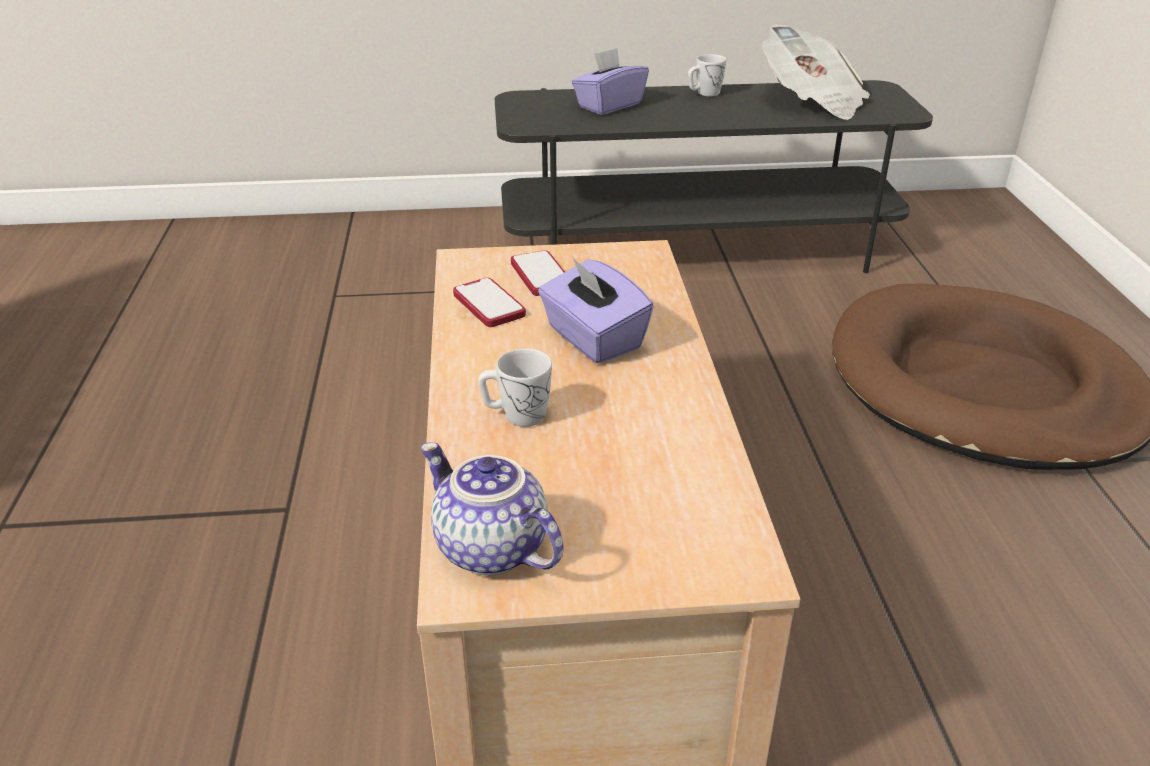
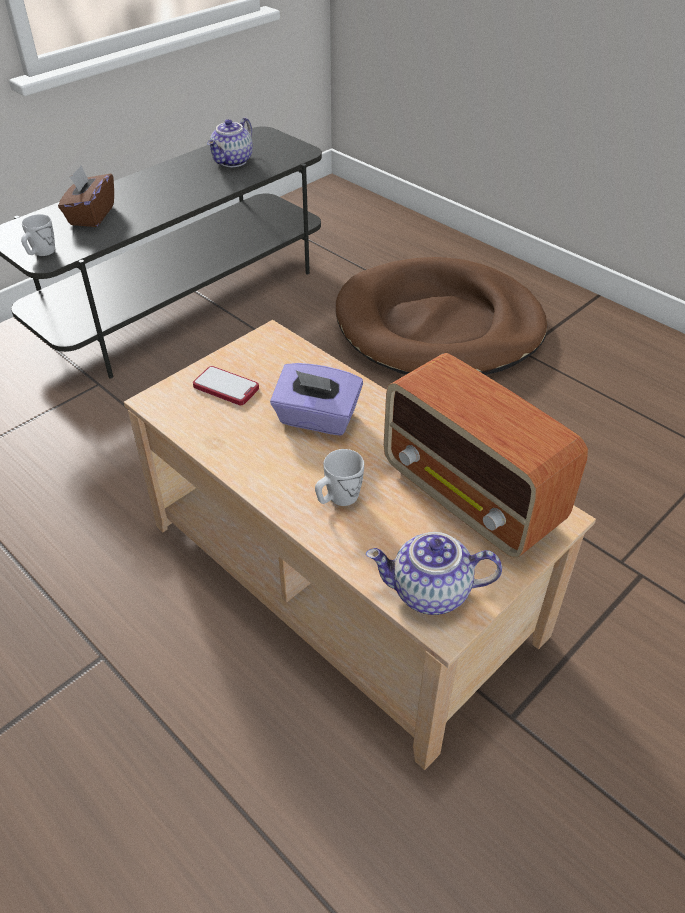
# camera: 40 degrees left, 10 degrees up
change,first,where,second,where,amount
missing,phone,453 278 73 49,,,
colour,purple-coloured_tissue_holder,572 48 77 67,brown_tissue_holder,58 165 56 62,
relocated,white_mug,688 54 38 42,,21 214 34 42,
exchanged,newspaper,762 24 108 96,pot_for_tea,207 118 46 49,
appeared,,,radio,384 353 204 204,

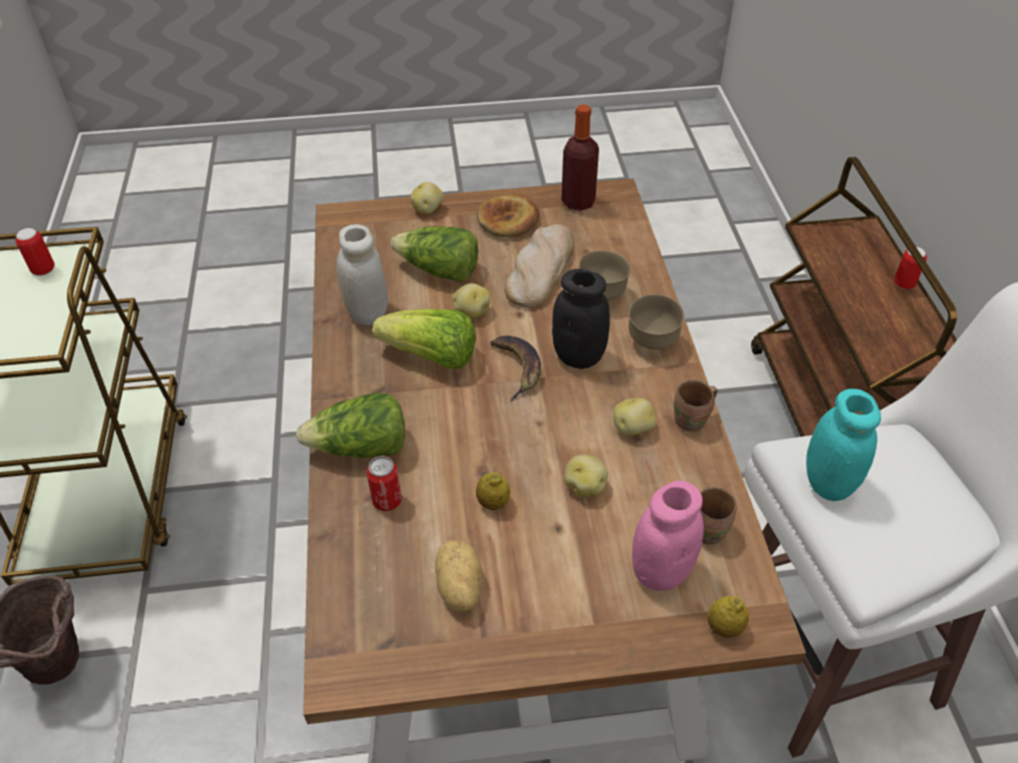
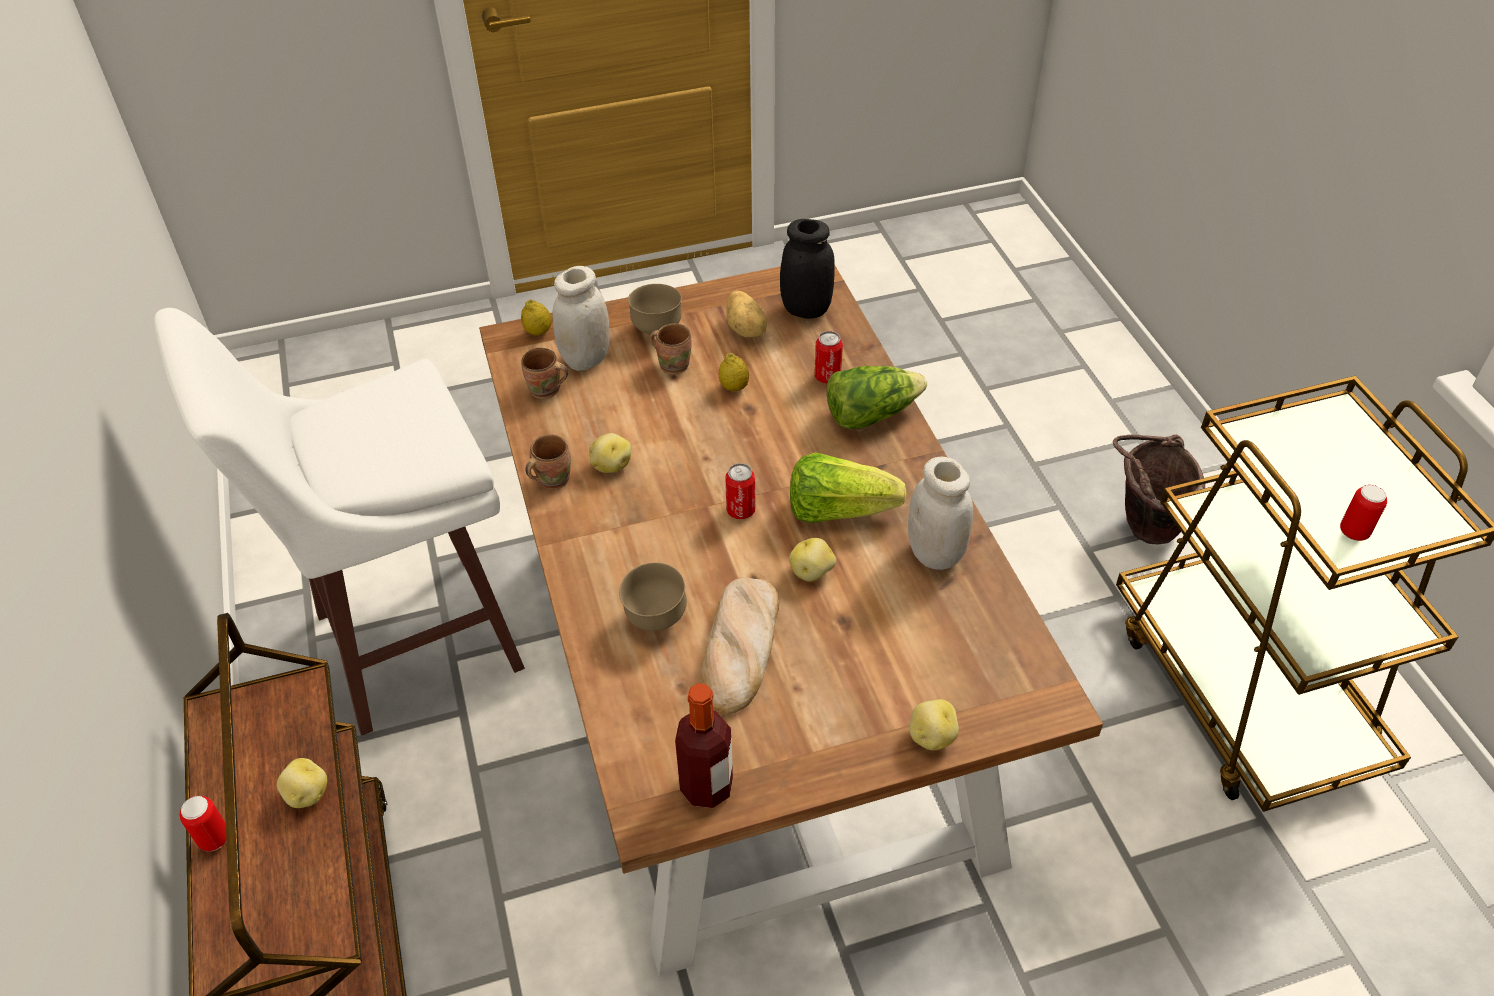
# camera: 170 degrees right, 0 degrees up
change,first,where,second,where,amount
missing,head_of_lettuce,391 226 87 56,,,
missing,bakery_bread,477 195 63 42,,,
exchanged,banana,491 336 50 65,can,725 463 31 56,
relocated,black_preserve_jar,552 269 58 100,,780 219 55 100,
relocated,spud,564 455 44 42,,277 758 50 50,
relocated,brown_serving_bowl,629 294 55 56,,628 284 54 53,
colour,pink_preserve_jar,632 481 72 110,white_preserve_jar,552 266 58 105,
missing,turquoise-coloured_preserve_jar,806 389 75 112,,,
appeared,,,brown_mug,650 323 42 51,

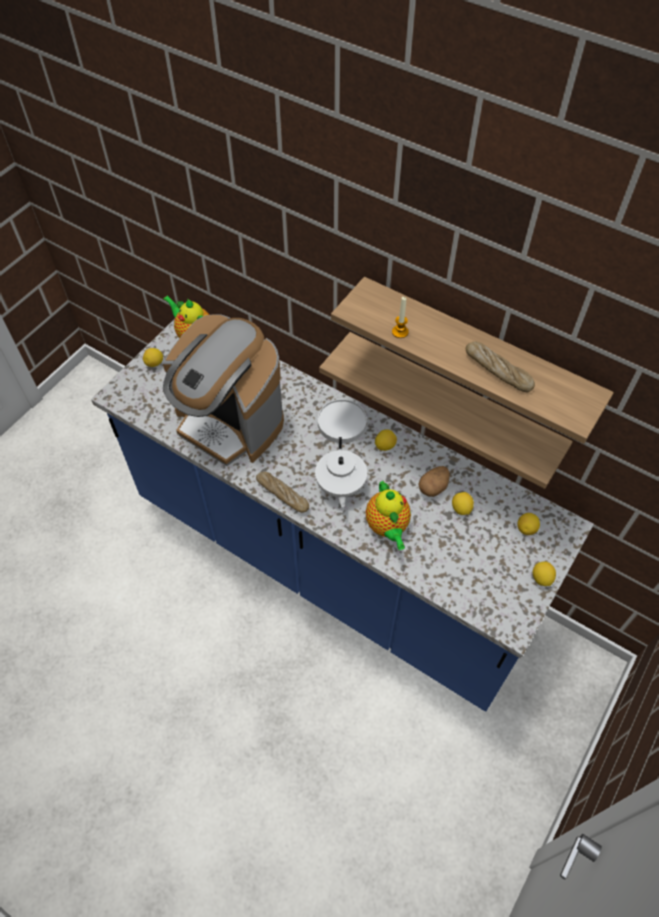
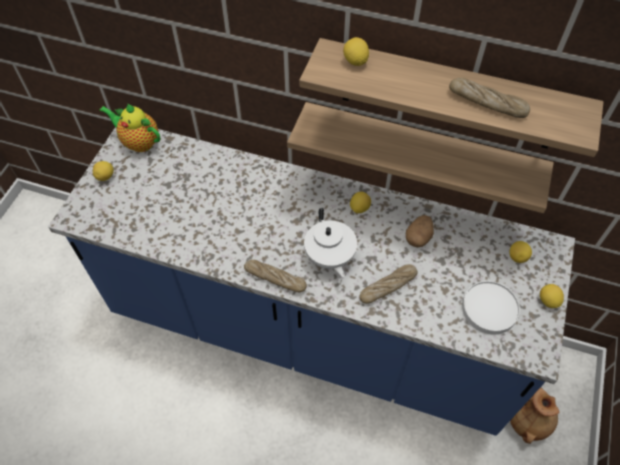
# camera: 15 degrees left, 0 degrees up
change,first,where,second,where,amount
missing,coffee_maker,163 314 121 152,,,
relocated,white_flat_dish,318 399 49 44,,462 281 58 53,
exchanged,pot_for_tea,366 481 45 69,bakery_bread,360 264 57 40,
missing,wax_candle,392 297 17 41,,,
relocated,citrus_fruit,452 492 22 23,,343 37 26 29,
appeared,,,brown_decorative_vase,510 387 49 57,

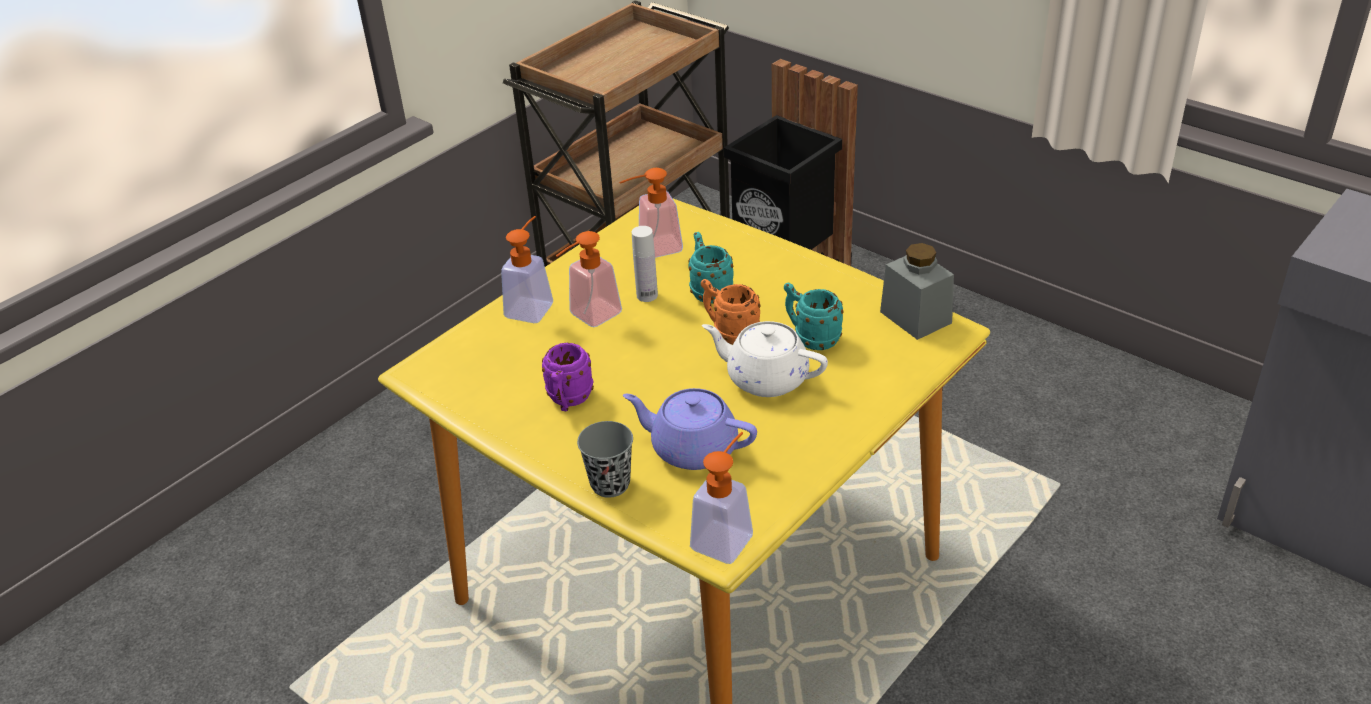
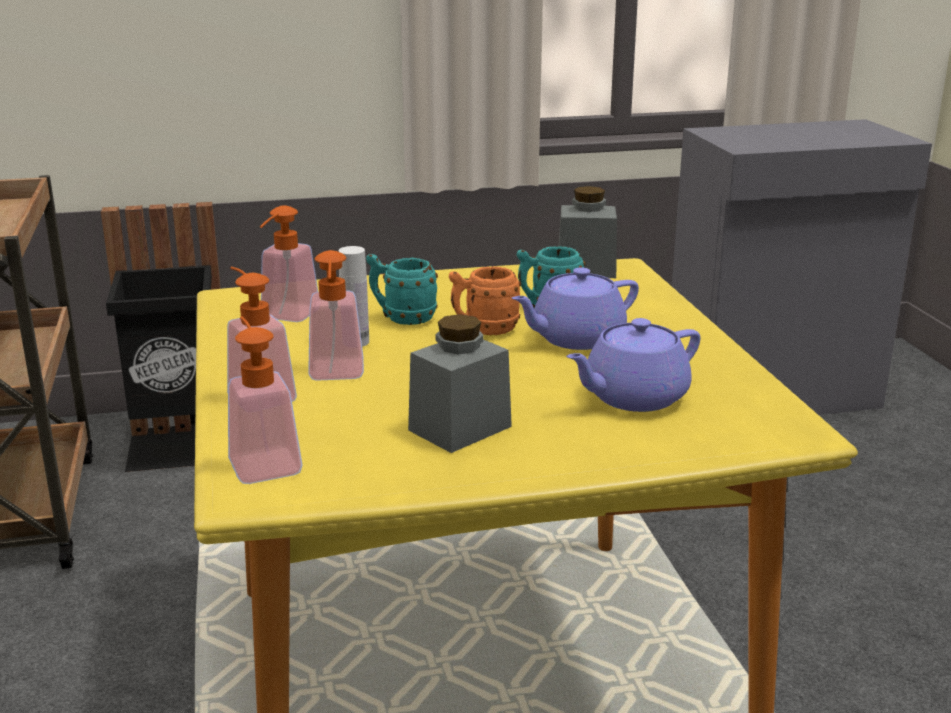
# camera: 55 degrees left, 15 degrees down
change,first,where,second,where,amount
exchanged,purple-coloured_mug,542 343 52 68,gray_preserve_jar,408 314 104 139,
missing,gray_cup,577 421 56 77,,,
relocated,soap_bottle,690 432 63 132,,228 316 74 168,
colour,white_pot_for_tea,702 321 126 76,purple-coloured_pot_for_tea,512 267 127 83,

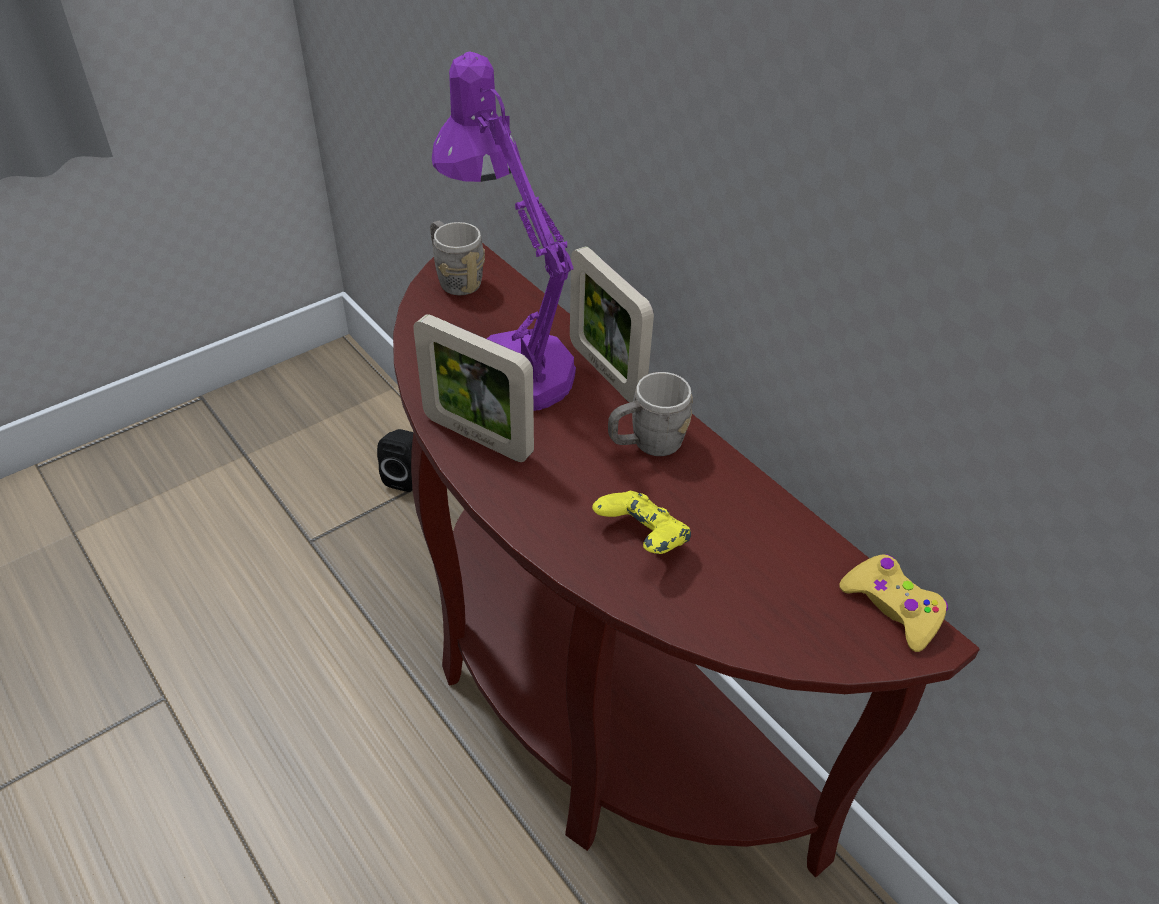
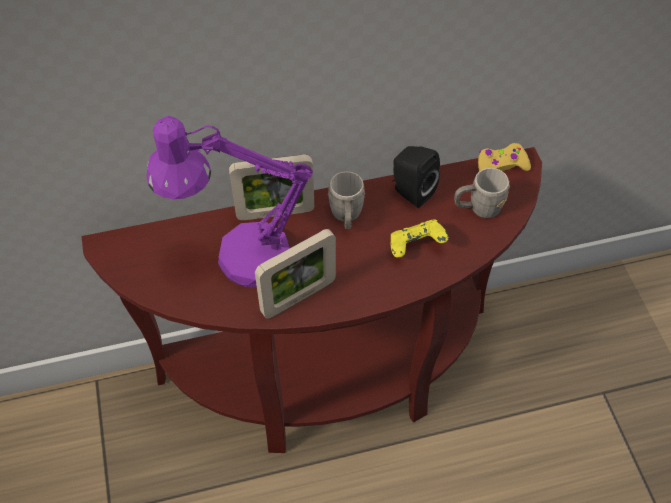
# camera: 65 degrees left, 10 degrees up
change,first,where,second,where,amount
relocated,black_loudspeaker,377 429 37 63,,392 146 48 62,
relocated,gray_mug,430 221 55 74,,454 168 56 50,

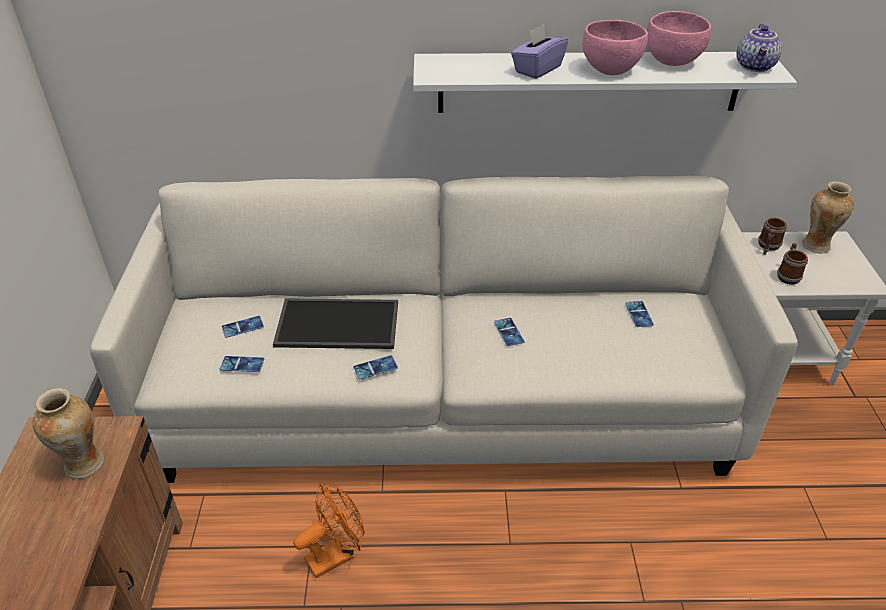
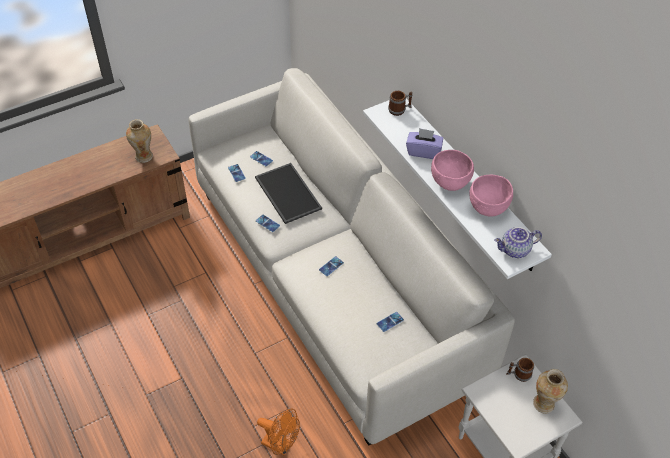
# camera: 60 degrees right, 10 degrees up
change,first,where,second,where,amount
relocated,orange-coloured_cooling_fan,293 483 72 95,,257 409 43 46,
relocated,mug,777 243 31 41,,388 91 24 25,

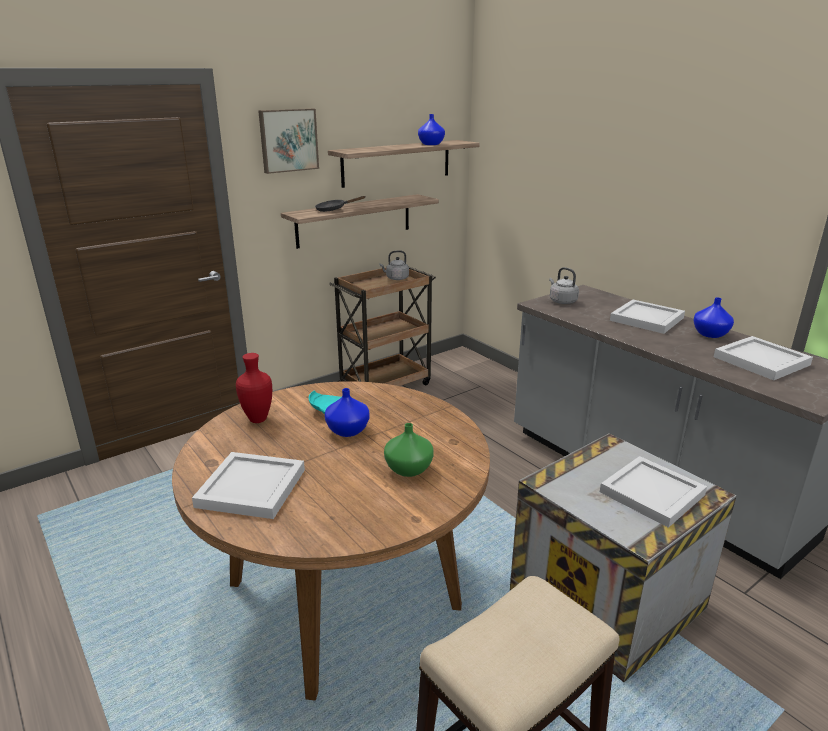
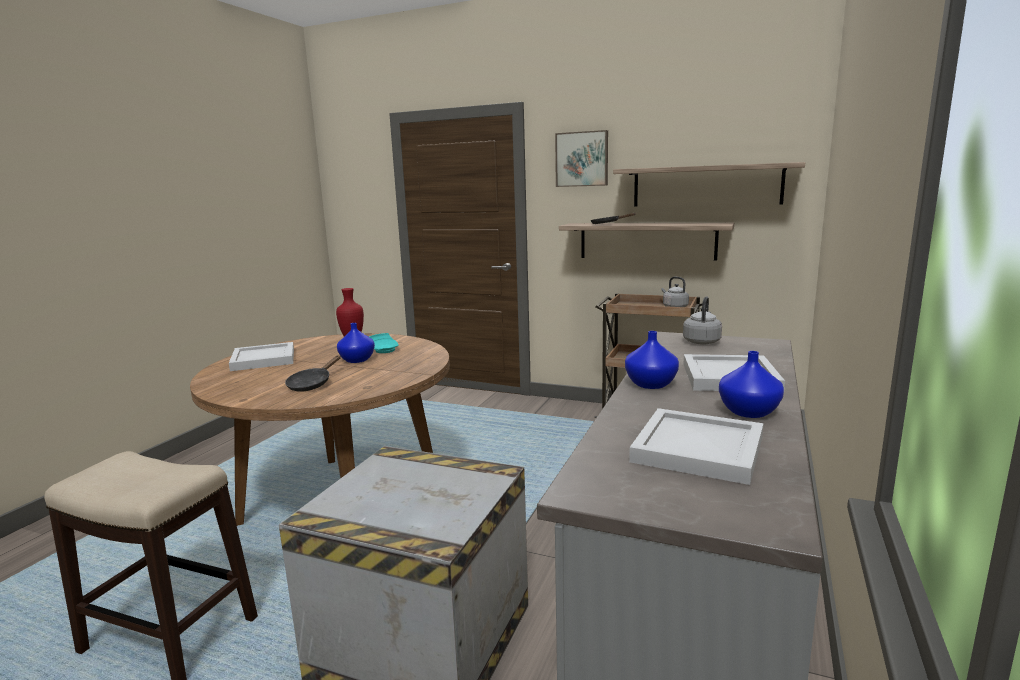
# camera: 60 degrees right, 10 degrees down
change,first,where,second,where,amount
exchanged,green-coloured_decorative_vase,384 423 50 54,black_pan,285 355 56 37,
relocated,bluish_decorative_vase,418 114 27 31,,625 331 54 58,
missing,white_serving_tray,600 456 107 72,,,

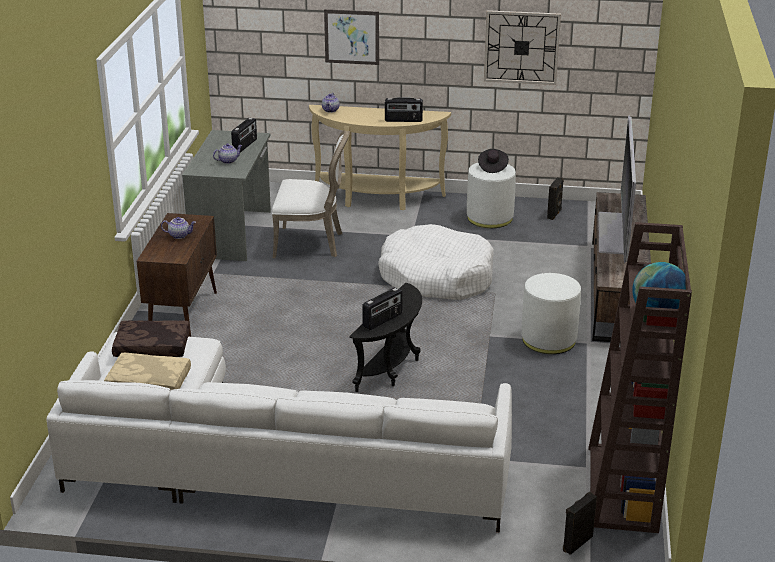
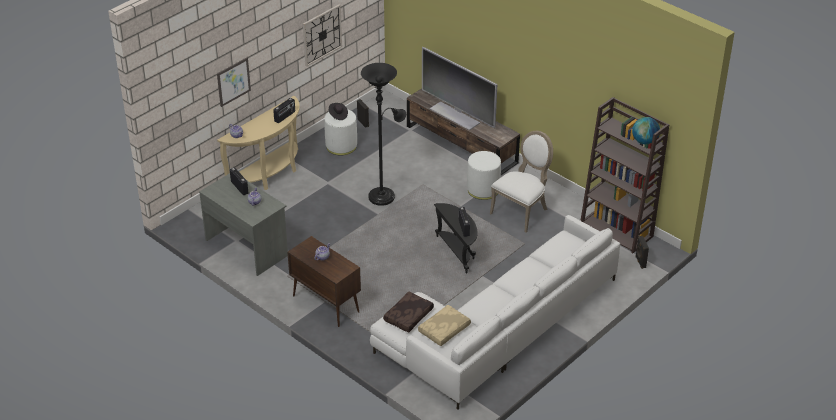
# camera: 55 degrees left, 10 degrees up
change,first,where,second,where,amount
relocated,white_chair,272 130 78 128,,490 131 63 101,
exchanged,white_pet_bed,378 224 116 76,black_floor_lamp,361 63 45 143,

